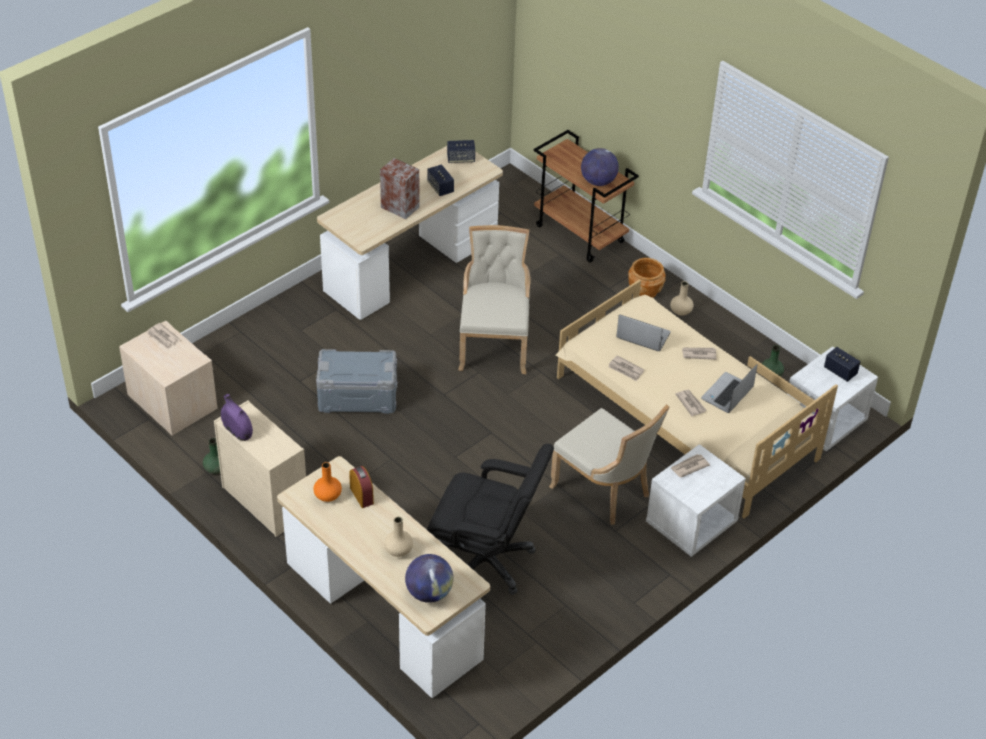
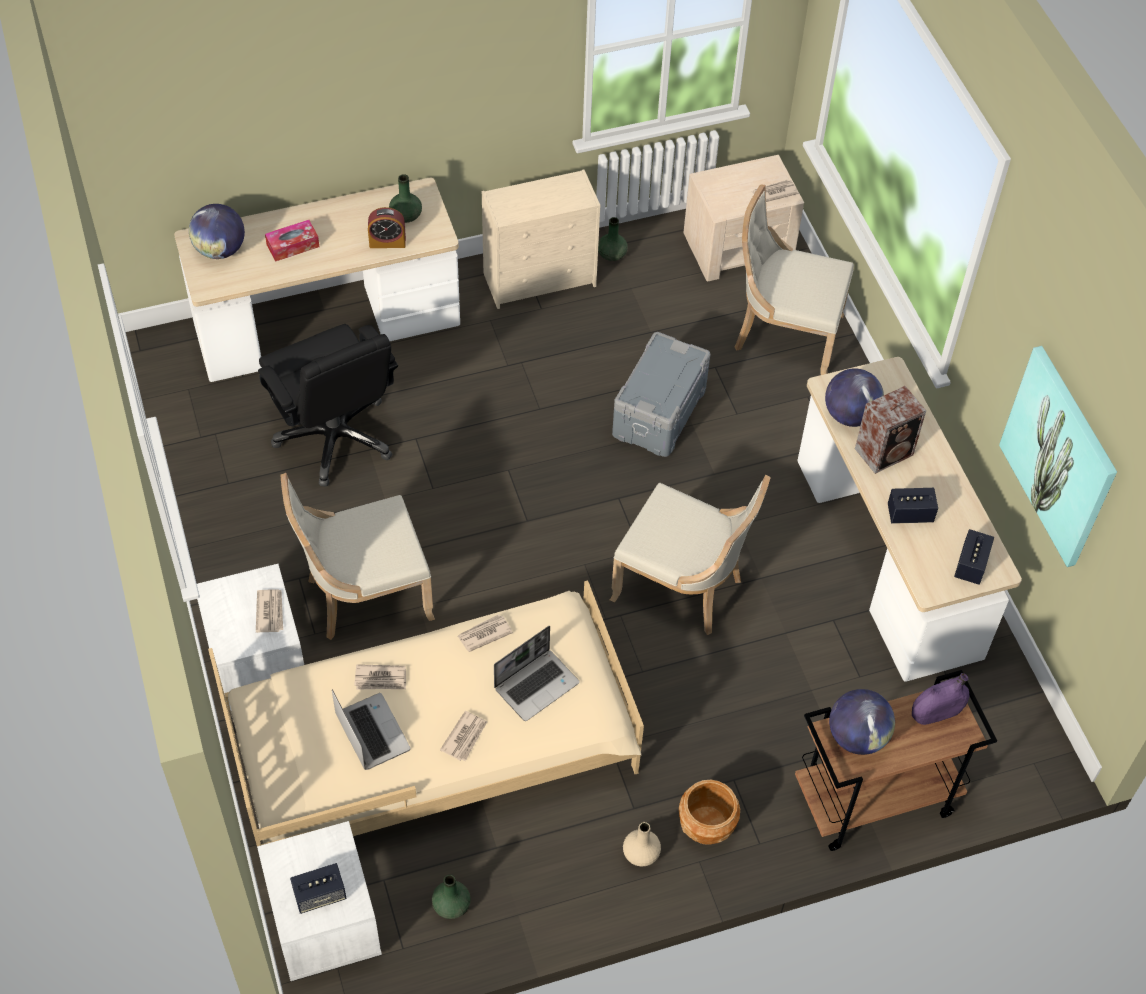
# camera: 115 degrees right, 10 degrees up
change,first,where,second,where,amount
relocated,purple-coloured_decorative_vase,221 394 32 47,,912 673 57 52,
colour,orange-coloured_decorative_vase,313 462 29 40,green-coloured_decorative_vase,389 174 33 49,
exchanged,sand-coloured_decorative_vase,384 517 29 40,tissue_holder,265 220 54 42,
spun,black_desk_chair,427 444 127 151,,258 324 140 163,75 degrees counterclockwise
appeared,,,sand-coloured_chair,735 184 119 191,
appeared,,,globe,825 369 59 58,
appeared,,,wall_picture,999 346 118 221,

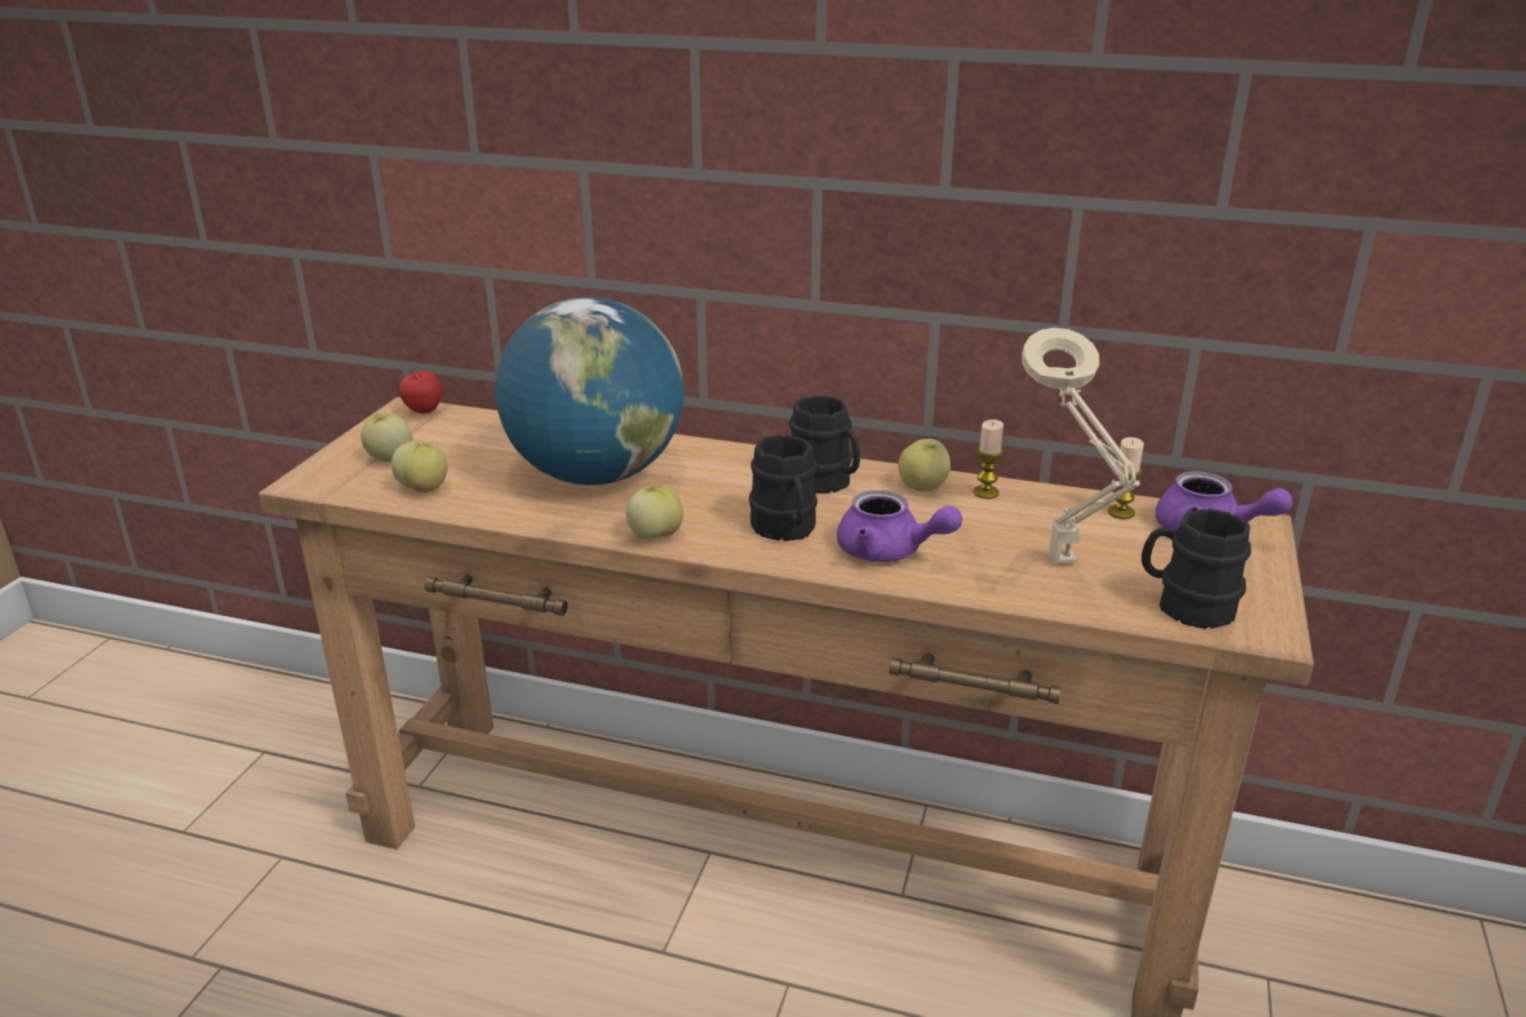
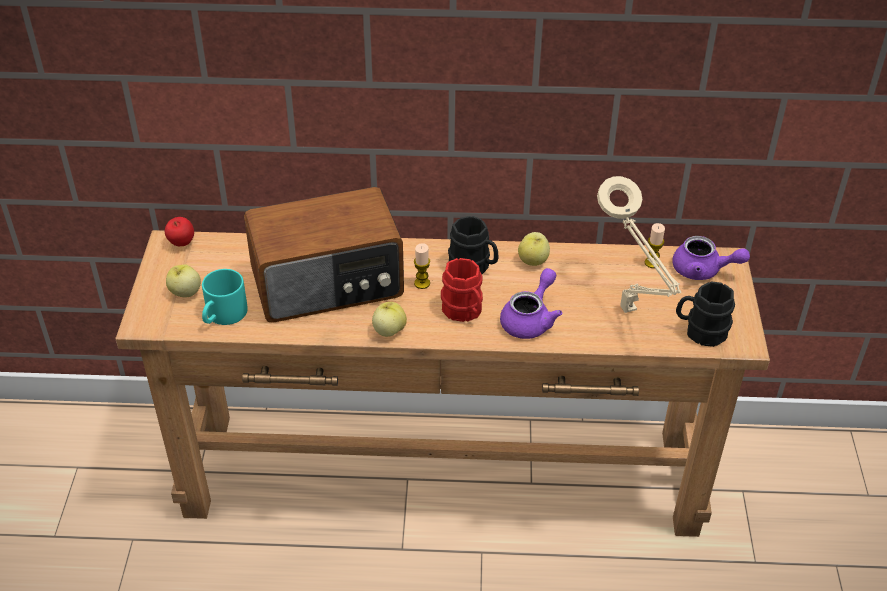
# camera: 15 degrees left, 15 degrees up
change,first,where,second,where,amount
exchanged,apple_fruit,391 441 57 52,turquoise-coloured_mug,202 269 46 56,
exchanged,globe,495 297 189 188,radio,244 187 160 136,
colour,black_mug,749 435 68 106,red_mug,441 258 42 64,
spun,purple-coloured_pot_for_tea,837 490 125 72,,500 268 62 71,75 degrees counterclockwise
relocated,wax_candle,973 419 31 80,,414 243 16 46,

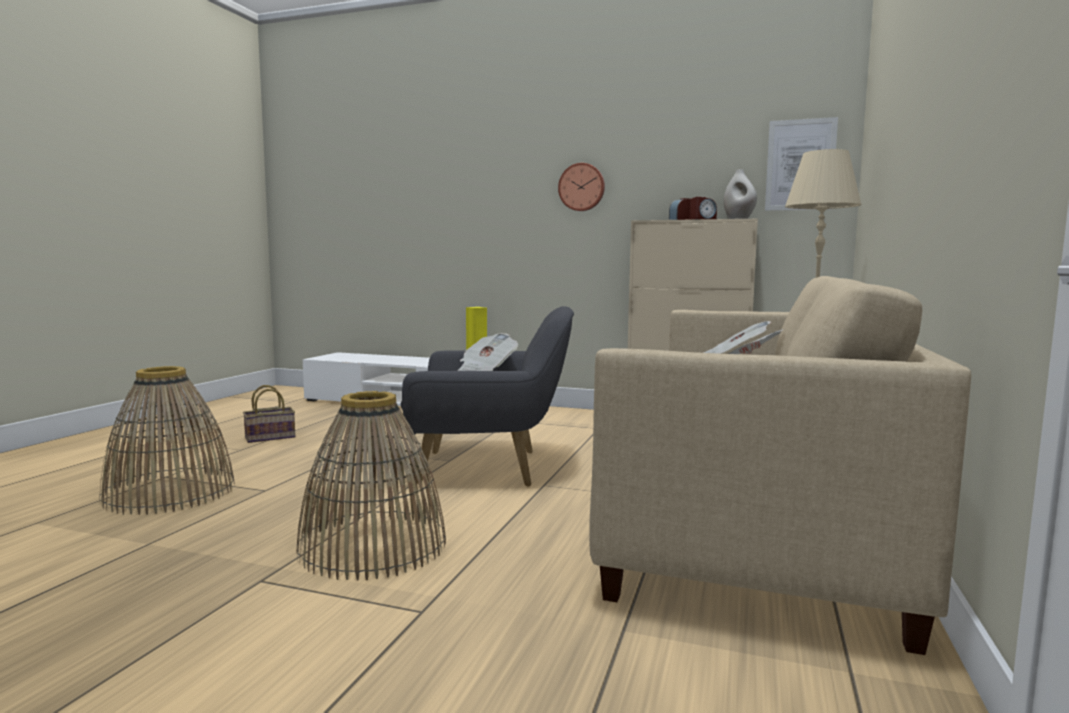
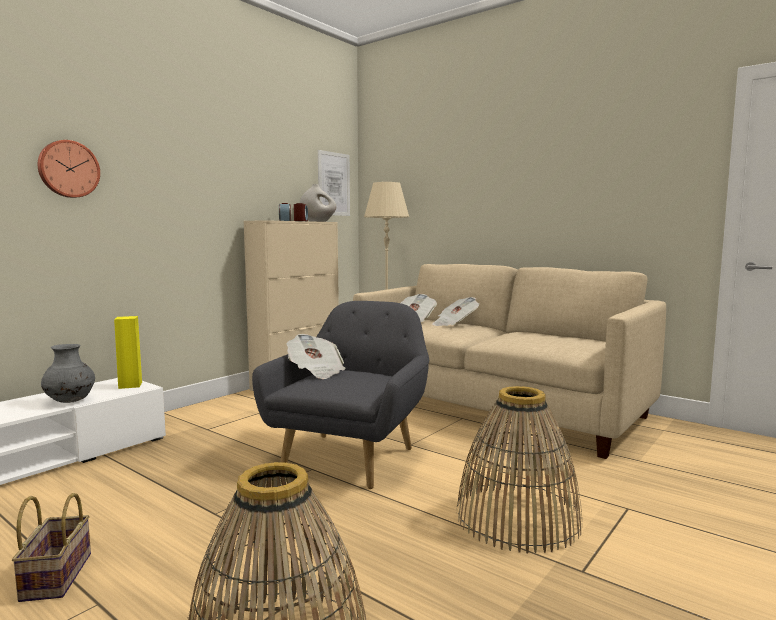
# camera: 70 degrees left, 0 degrees up
change,first,where,second,where,amount
relocated,hanging_clock,558 163 47 48,,38 140 62 58,
appeared,,,gray_decorative_vase,41 344 54 59,

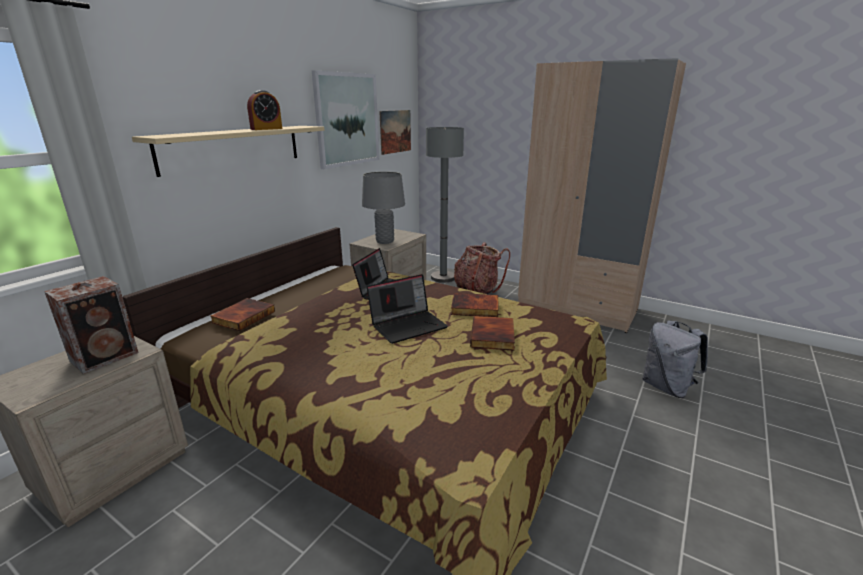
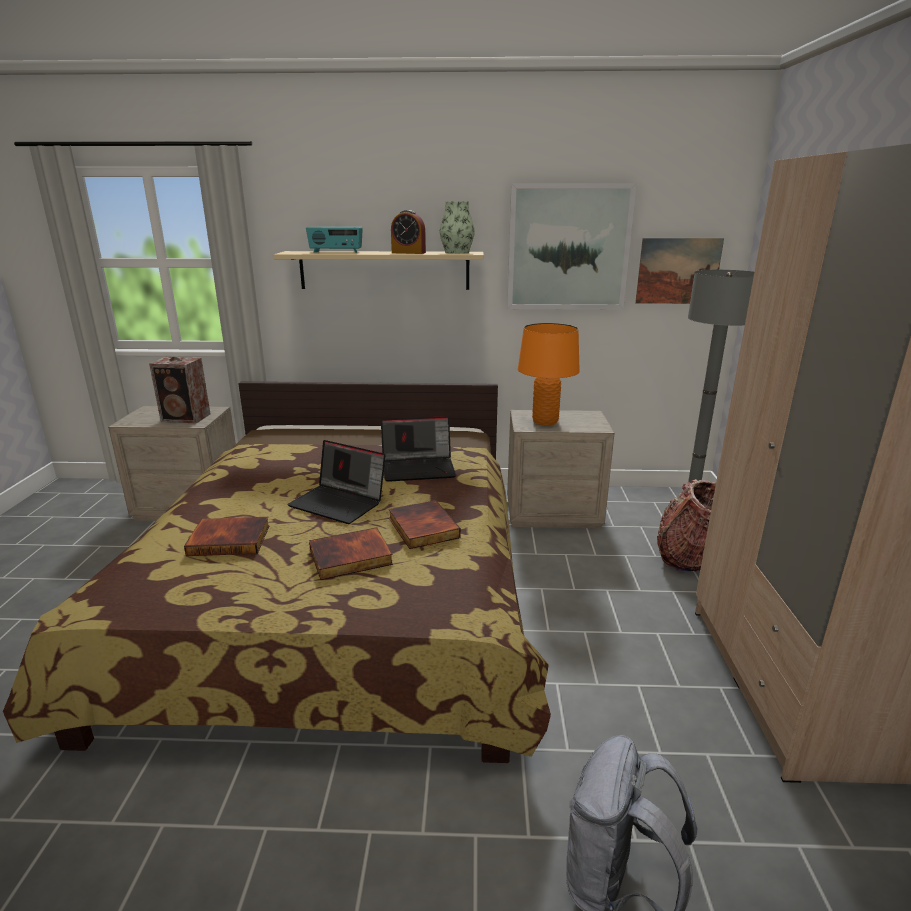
# camera: 60 degrees right, 0 degrees up
change,first,where,second,where,amount
relocated,bound_book,211 298 64 33,,184 517 85 39,
colour,gray_table_lamp,362 172 43 72,orange-coloured_table_lamp,518 323 62 103,
appeared,,,radio,306 227 57 26,
appeared,,,decorative_vase,440 201 35 53,

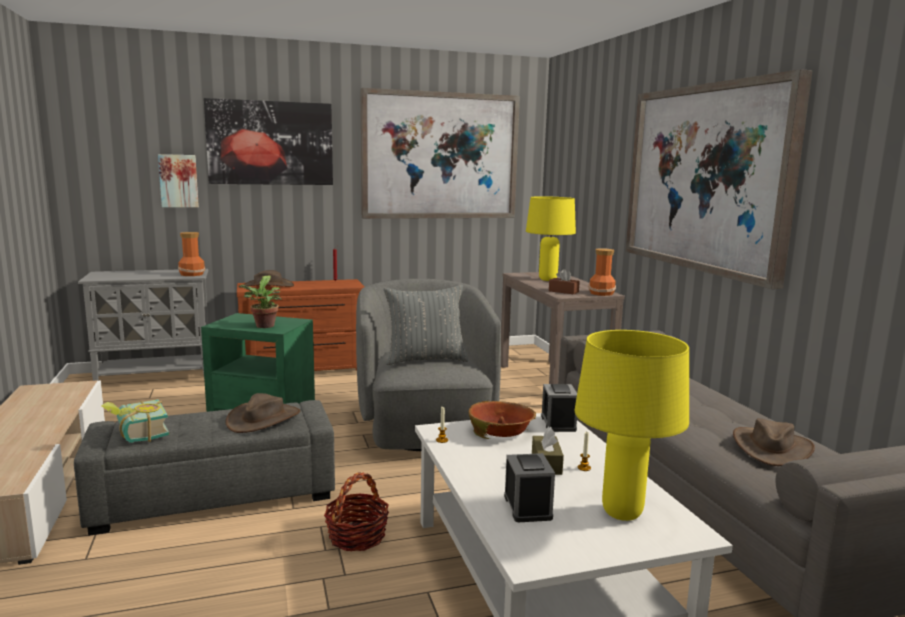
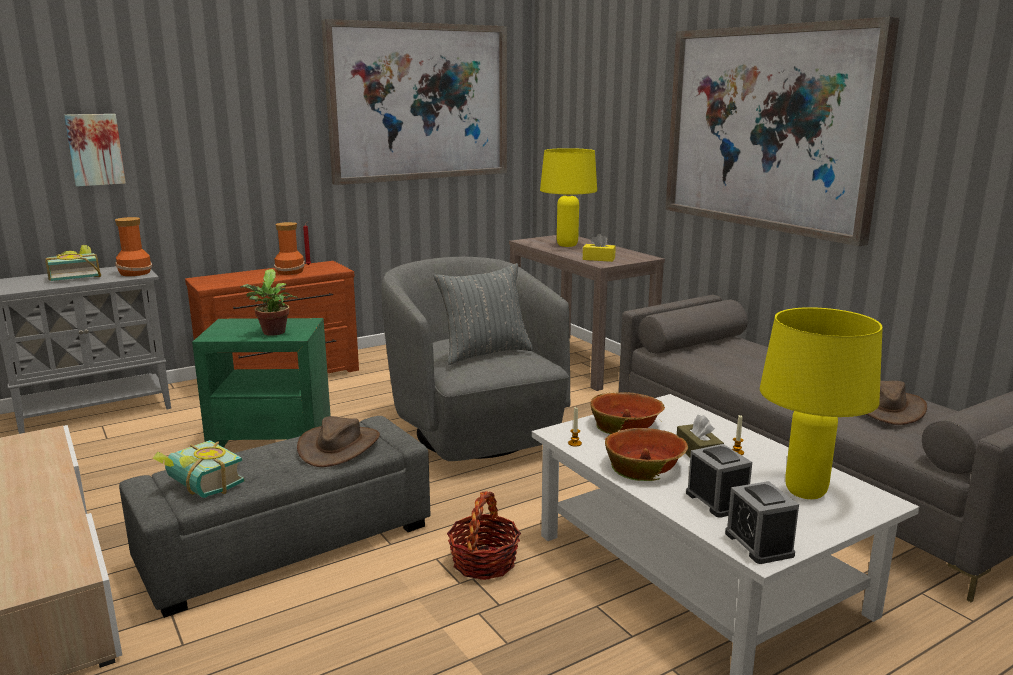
# camera: 15 degrees left, 5 degrees up
change,first,where,second,where,amount
missing,wall_picture,204 98 129 87,,,
missing,brown_wearable_hat,243 270 51 17,,,
relocated,alarm_clock,541 384 36 48,,725 481 74 83,
colour,brown_tissue_holder,549 269 31 25,yellow-coloured_tissue_holder,583 234 33 28,
relocated,decorative_vase,589 248 27 48,,274 222 31 53,
appeared,,,bound_book,45 245 56 36,
appeared,,,serving_bowl,605 428 83 53,

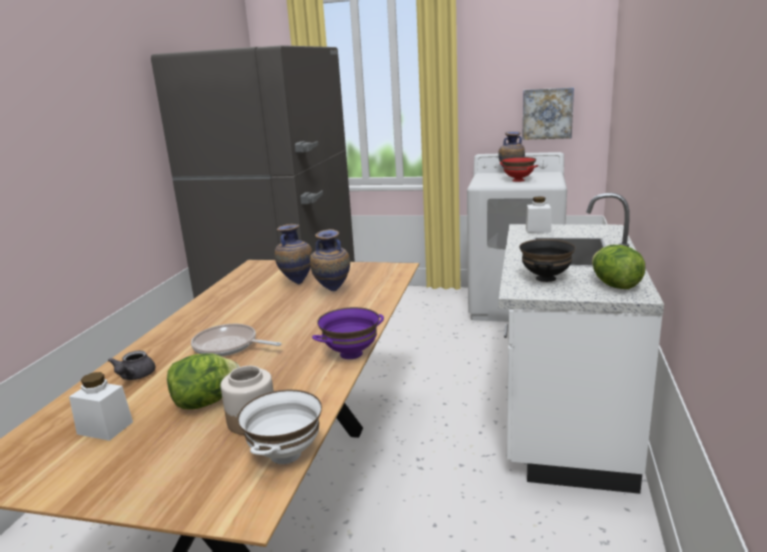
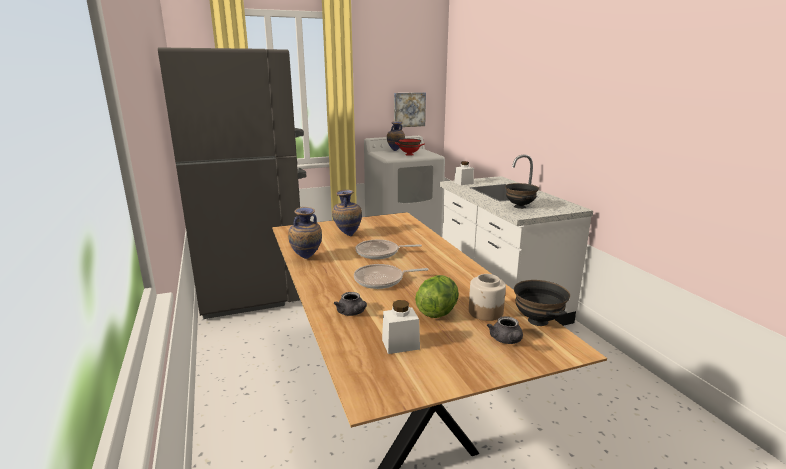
# camera: 35 degrees left, 0 degrees up
change,first,where,second,where,amount
colour,white_serving_bowl,238 390 84 74,black_serving_bowl,514 280 56 46,
relocated,decorative_vase,310 229 40 62,,288 207 34 52,
missing,purple-coloured_serving_bowl,312 307 72 52,,,
missing,head_of_lettuce,592 245 54 44,,,
appeared,,,pan,355 240 67 19,
appeared,,,gray_pot_for_tea,487 316 36 28,

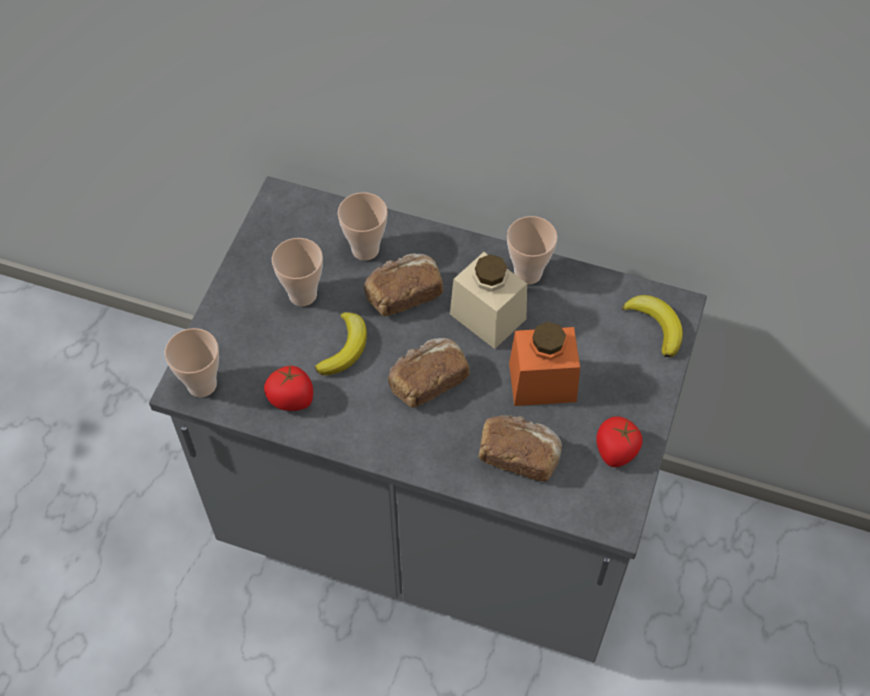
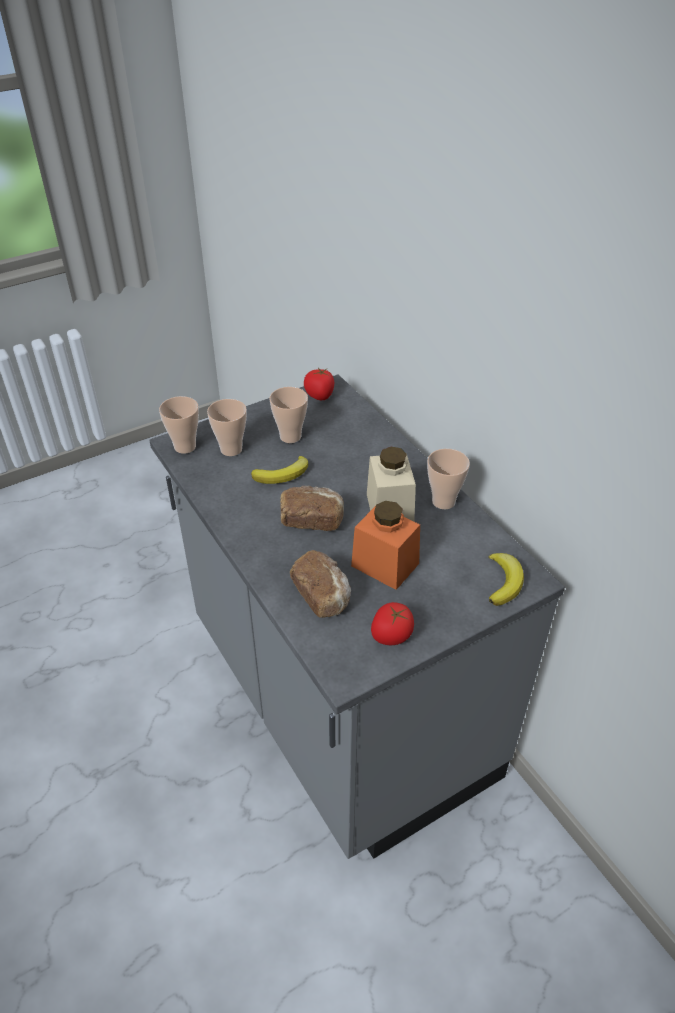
# camera: 40 degrees right, 15 degrees down
change,first,where,second,where,amount
relocated,whole_tomato,264 365 49 46,,304 368 30 32,
relocated,cup,338 192 50 69,,207 399 40 57,
missing,bakery_bread,364 253 79 63,,,

